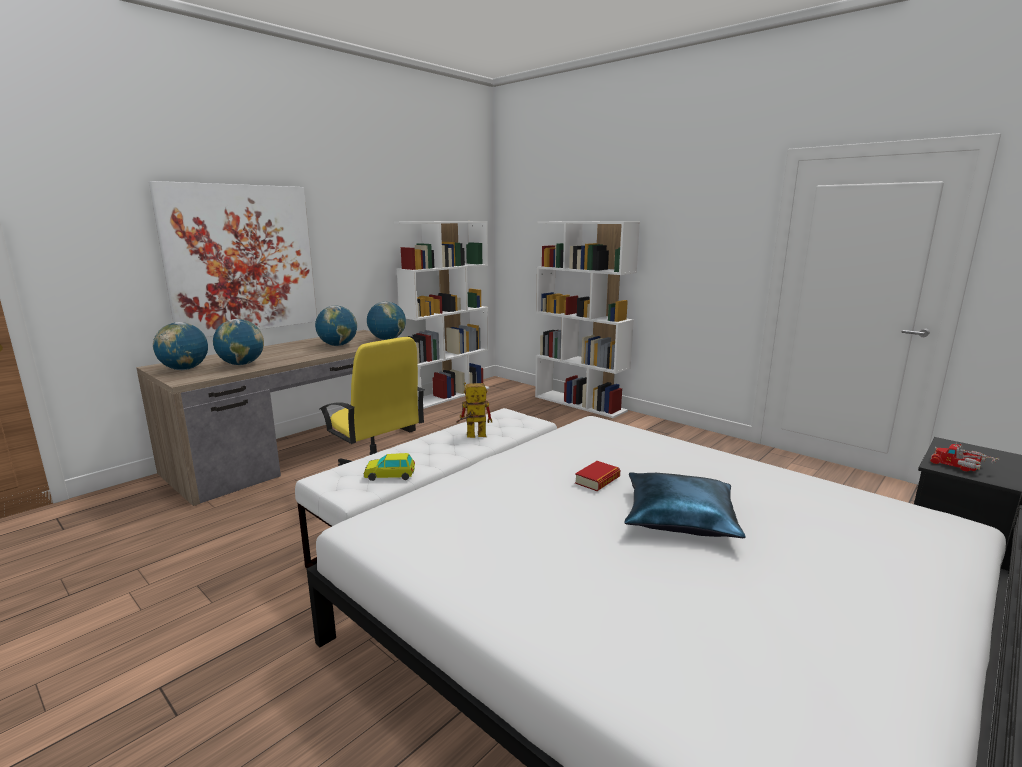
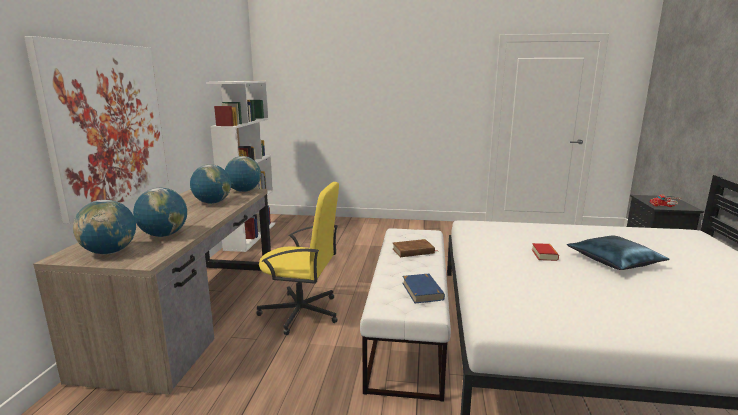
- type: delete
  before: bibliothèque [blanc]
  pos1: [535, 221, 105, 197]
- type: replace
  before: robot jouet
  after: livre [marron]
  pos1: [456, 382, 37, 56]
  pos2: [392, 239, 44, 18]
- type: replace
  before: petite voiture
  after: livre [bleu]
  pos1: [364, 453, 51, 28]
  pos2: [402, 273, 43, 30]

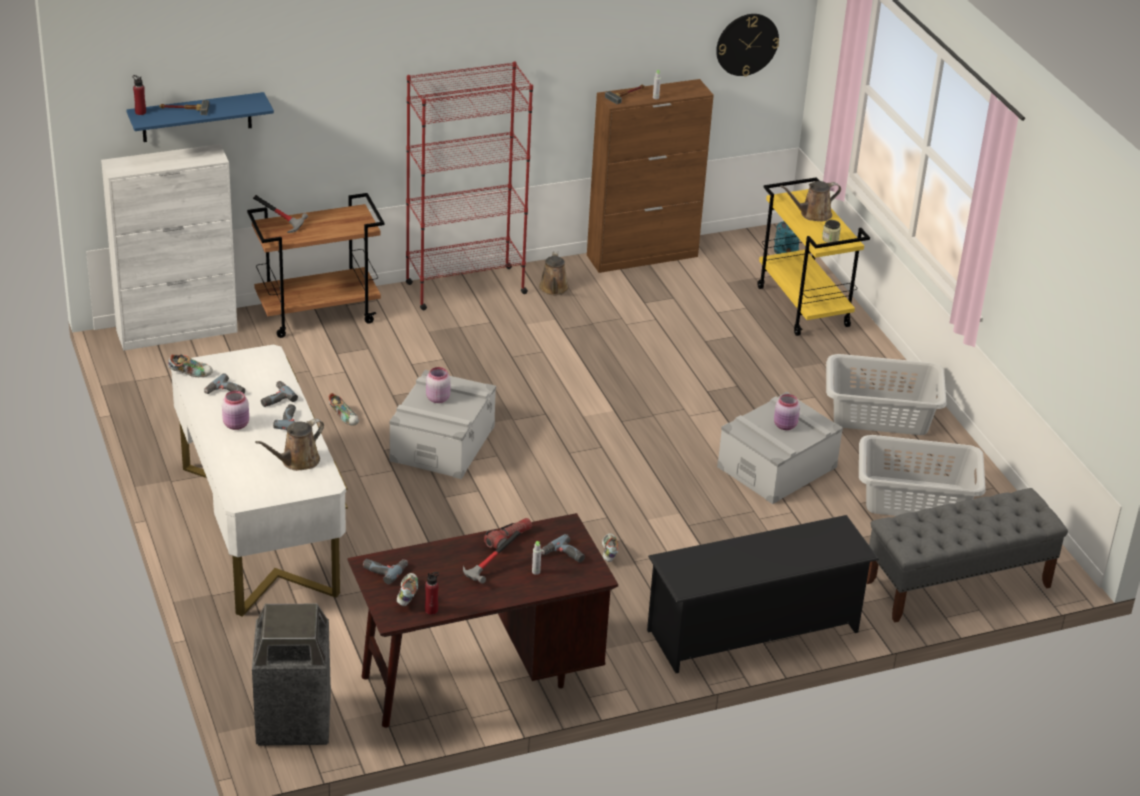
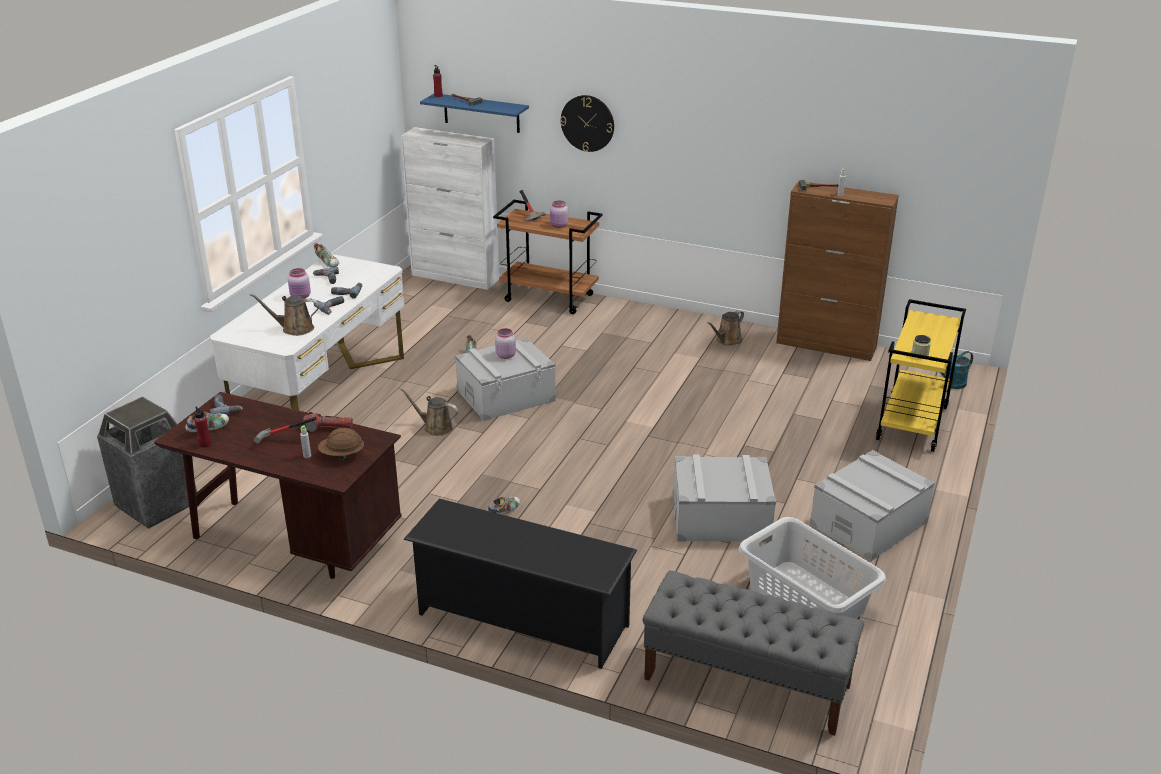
- type: move
  before: horloge murale
  pos1: [716, 14, 63, 62]
  pos2: [560, 95, 54, 57]
- type: delete
  before: bibliothèque [rouge]
  pos1: [406, 61, 127, 249]
- type: move
  before: arrosoir [marron]
  pos1: [780, 181, 61, 41]
  pos2: [400, 388, 59, 48]
- type: replace
  before: panier à linge [gris]
  after: boîte de rangement [gris]
  pos1: [826, 354, 120, 81]
  pos2: [810, 450, 125, 111]
- type: move
  before: bocal [rose]
  pos1: [774, 394, 26, 36]
  pos2: [550, 200, 18, 28]
- type: replace
  before: perceuse
  after: casque de chantier [marron]
  pos1: [541, 534, 44, 28]
  pos2: [318, 428, 46, 33]

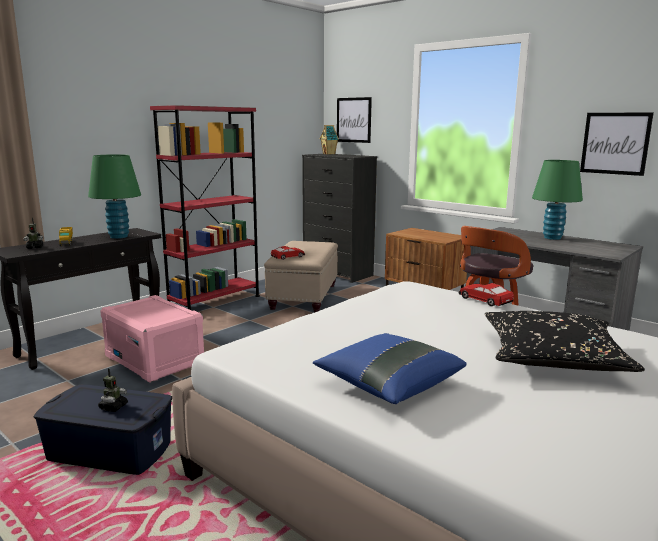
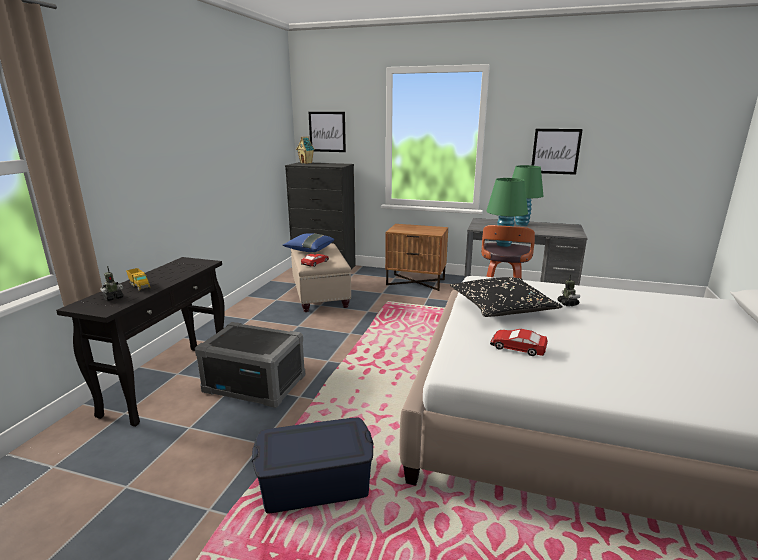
- type: delete
  before: bibliothèque [rouge]
  pos1: [150, 105, 110, 205]
- type: move
  before: lampe de table [vert]
  pos1: [88, 154, 53, 85]
  pos2: [486, 178, 42, 69]
- type: move
  before: petite voiture
  pos1: [458, 283, 56, 23]
  pos2: [490, 329, 58, 27]
- type: recolor
  before: boîte de rangement [rose]
  after: boîte de rangement [gris]
  pos1: [100, 295, 104, 88]
  pos2: [195, 322, 110, 86]
- type: move
  before: coussin [noir]
  pos1: [485, 311, 160, 61]
  pos2: [450, 277, 113, 40]
- type: move
  before: coussin [bleu]
  pos1: [313, 333, 154, 71]
  pos2: [282, 233, 52, 19]
- type: move
  before: robot jouet
  pos1: [98, 368, 30, 44]
  pos2: [557, 274, 23, 32]

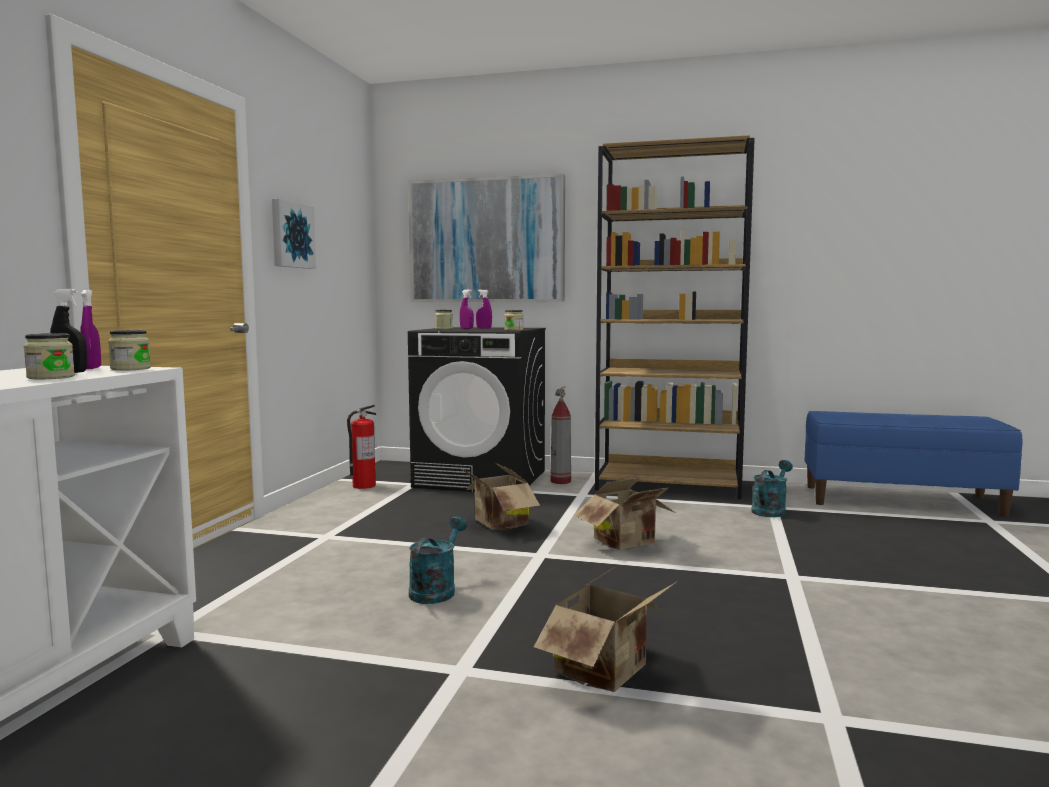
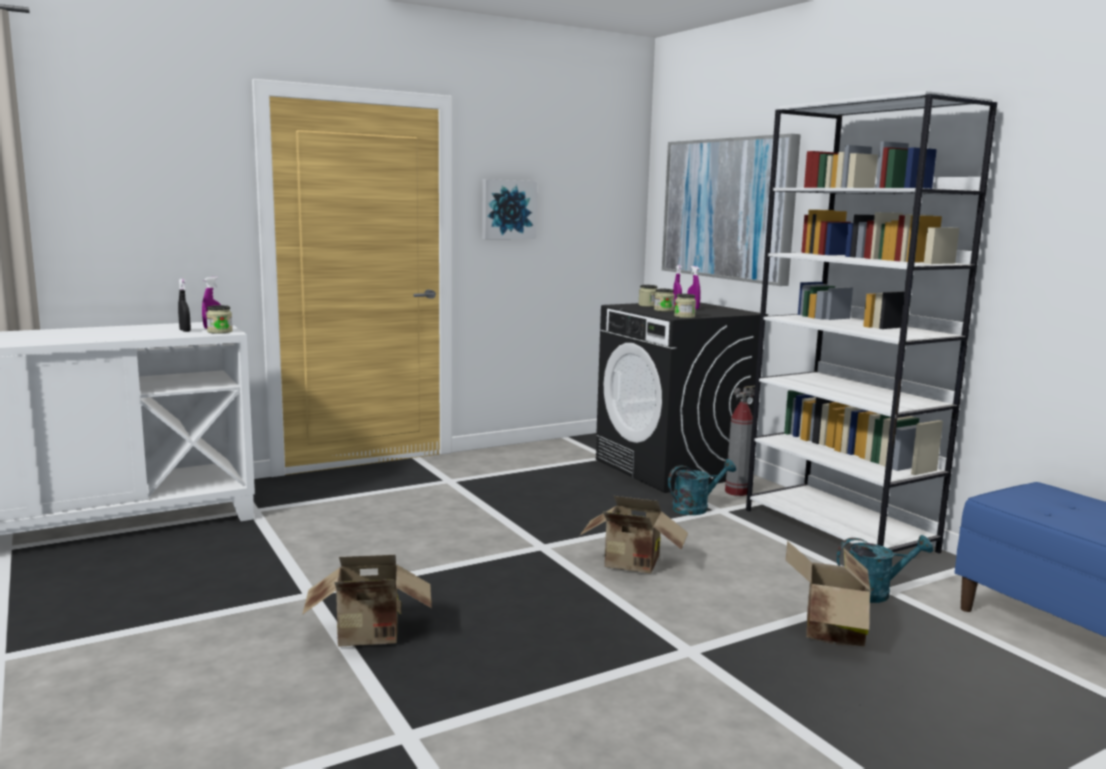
- type: recolor
  before: bibliothèque [marron]
  after: bibliothèque [blanc]
  pos1: [595, 135, 160, 364]
  pos2: [746, 91, 251, 462]
- type: move
  before: bocal
  pos1: [24, 333, 51, 46]
  pos2: [654, 289, 21, 23]
- type: delete
  before: extincteur
  pos1: [347, 405, 29, 84]
- type: move
  before: carton
  pos1: [458, 462, 82, 68]
  pos2: [786, 541, 85, 105]
- type: move
  before: arrosoir [turquoise]
  pos1: [409, 516, 58, 88]
  pos2: [668, 459, 68, 56]

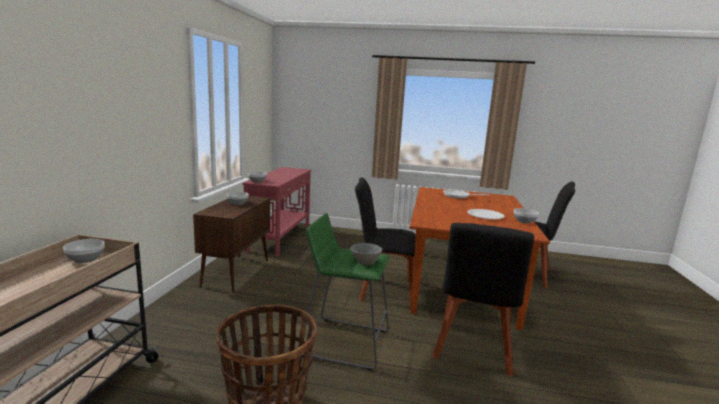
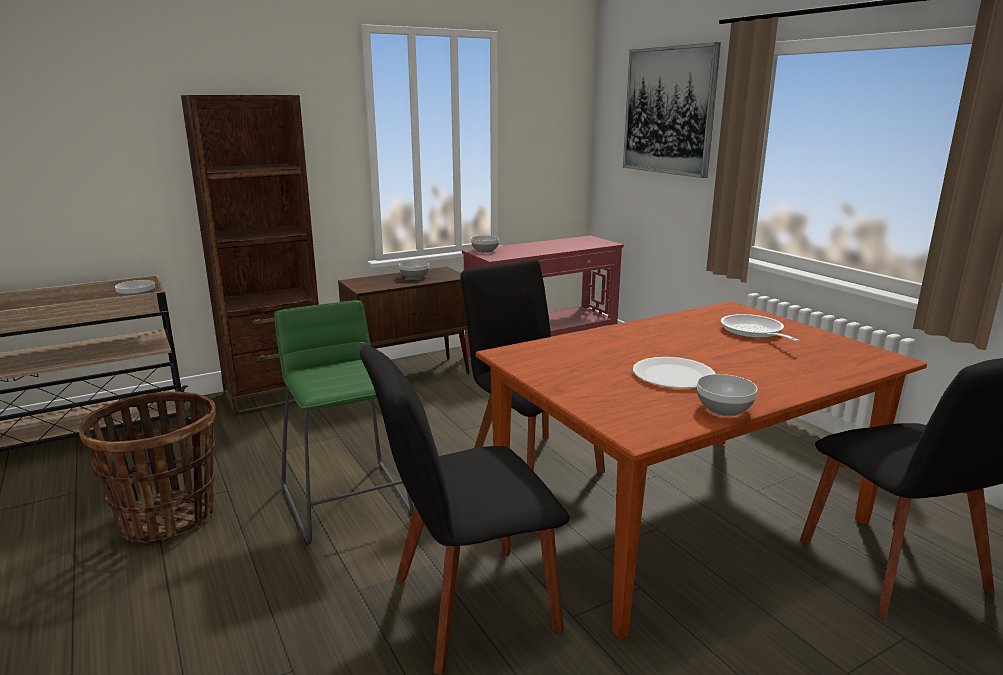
- type: delete
  before: bol [gris]
  pos1: [350, 243, 32, 22]
- type: insert
  after: tableau
  pos2: [623, 42, 98, 136]
- type: insert
  after: bibliothèque [marron]
  pos2: [181, 95, 138, 321]

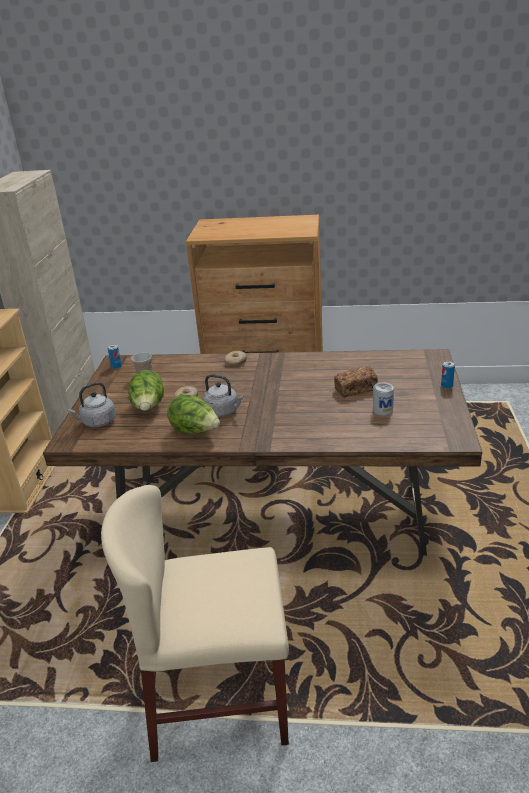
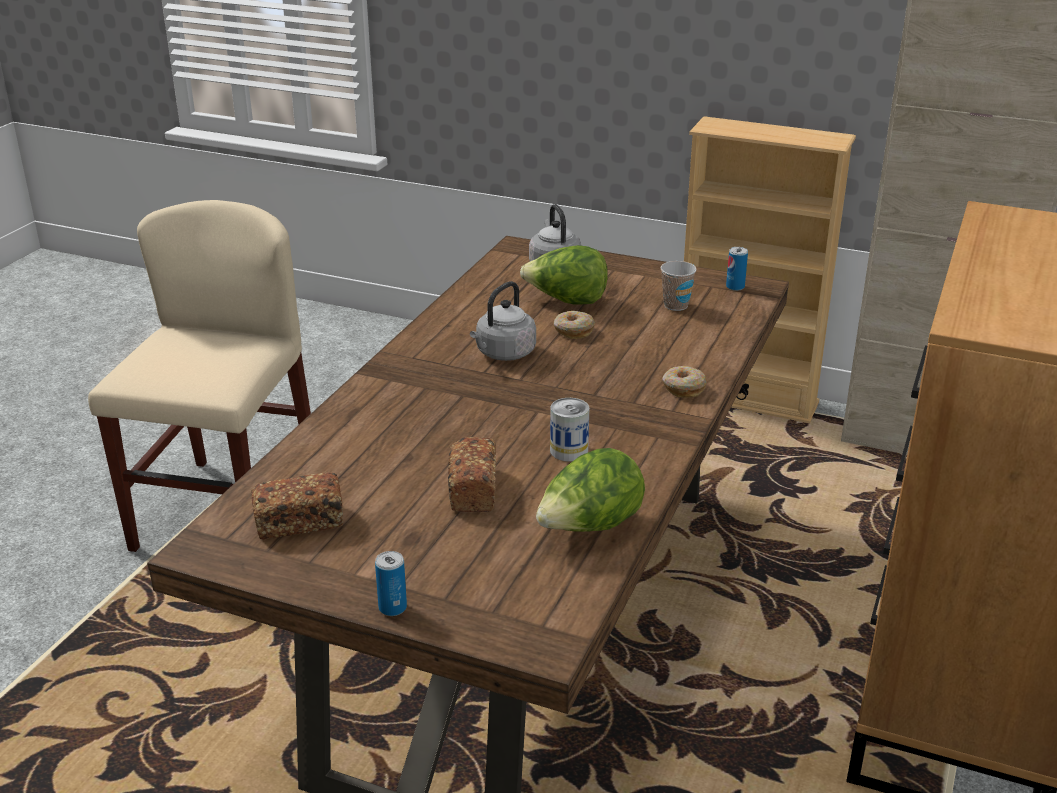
- type: move
  before: boîte métallique
  pos1: [373, 383, 21, 33]
  pos2: [550, 398, 39, 64]
- type: move
  before: laitue
  pos1: [167, 394, 53, 40]
  pos2: [536, 448, 109, 84]
- type: insert
  after: pain
  pos2: [251, 472, 92, 68]

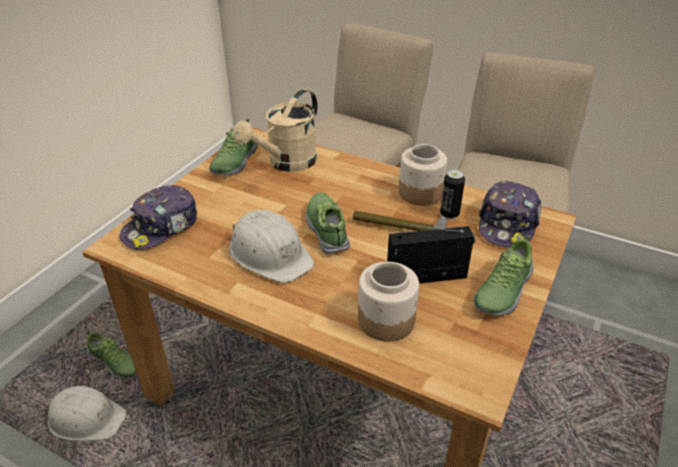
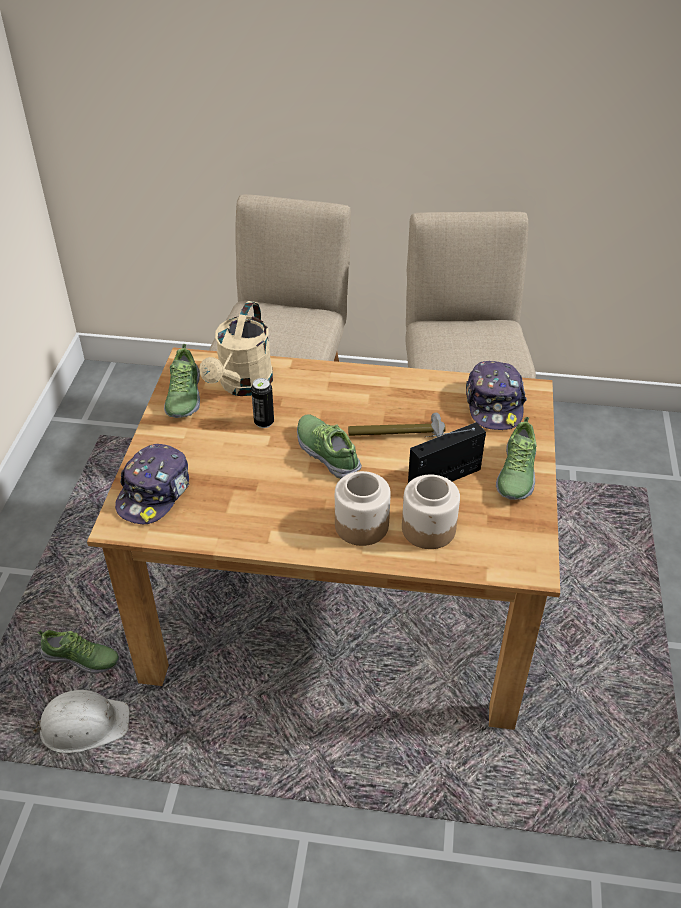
- type: move
  before: bocal
  pos1: [399, 144, 48, 62]
  pos2: [335, 471, 56, 75]
- type: move
  before: boîte métallique
  pos1: [440, 169, 25, 50]
  pos2: [251, 378, 23, 50]
- type: delete
  before: casque de chantier [blanc]
  pos1: [229, 210, 86, 73]

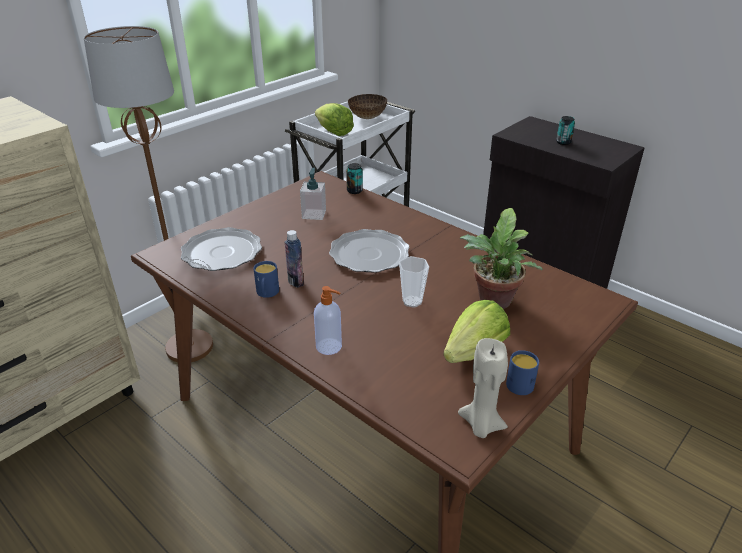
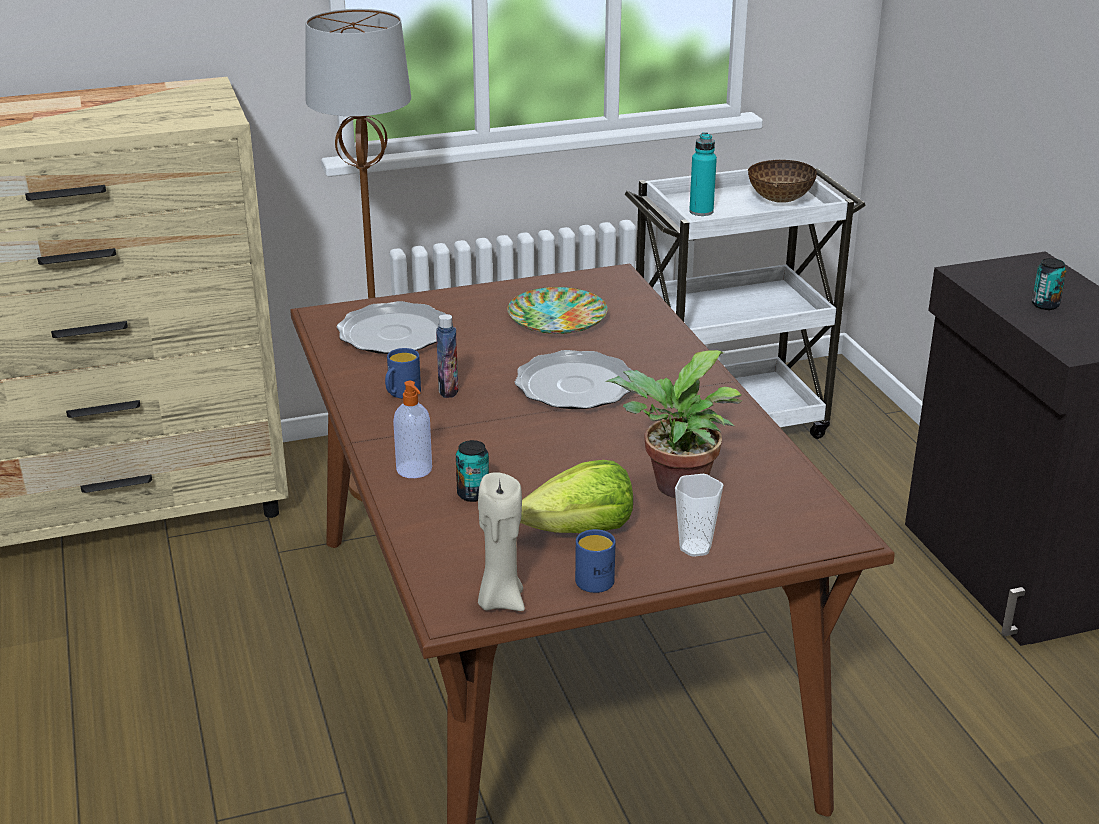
- type: replace
  before: laitue
  after: bouteille [turquoise]
  pos1: [315, 103, 39, 33]
  pos2: [689, 132, 28, 84]
- type: move
  before: boîte métallique
  pos1: [346, 163, 17, 31]
  pos2: [456, 440, 33, 62]
- type: replace
  before: distributeur de savon
  after: assiette
  pos1: [300, 168, 26, 52]
  pos2: [507, 287, 101, 47]
- type: move
  before: tasse
  pos1: [399, 256, 30, 52]
  pos2: [675, 474, 48, 83]

